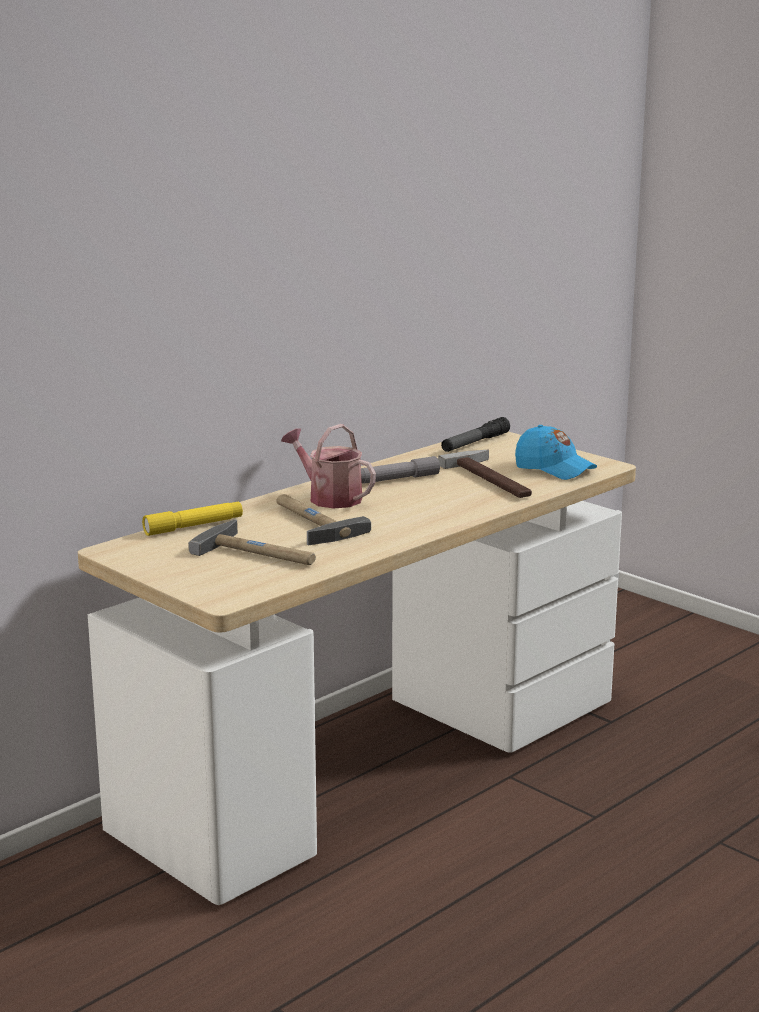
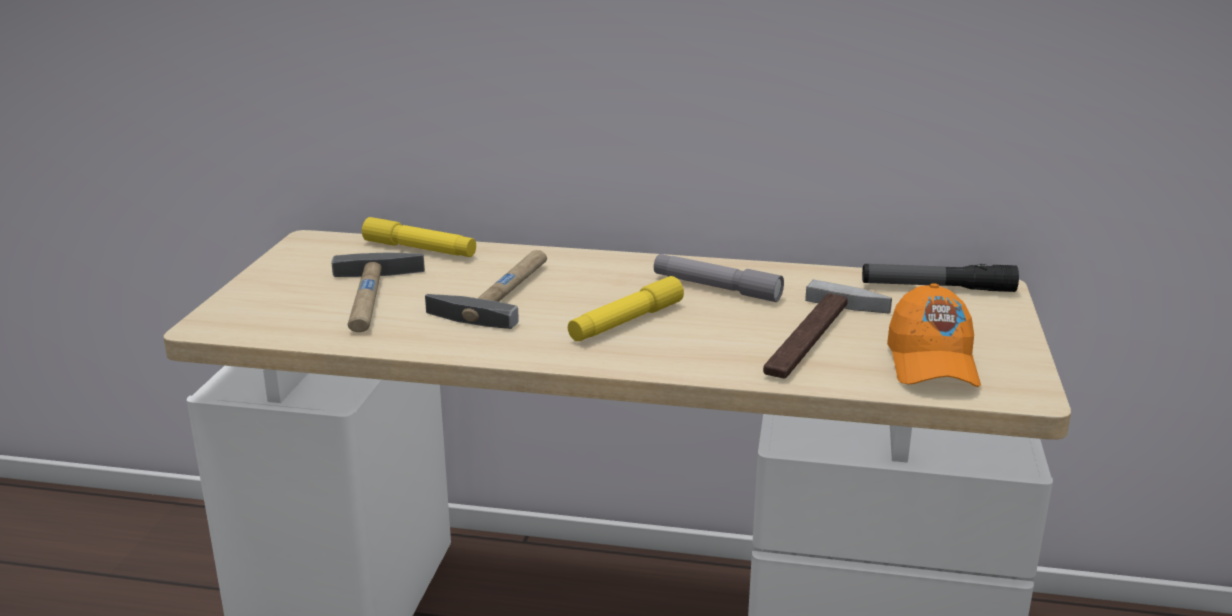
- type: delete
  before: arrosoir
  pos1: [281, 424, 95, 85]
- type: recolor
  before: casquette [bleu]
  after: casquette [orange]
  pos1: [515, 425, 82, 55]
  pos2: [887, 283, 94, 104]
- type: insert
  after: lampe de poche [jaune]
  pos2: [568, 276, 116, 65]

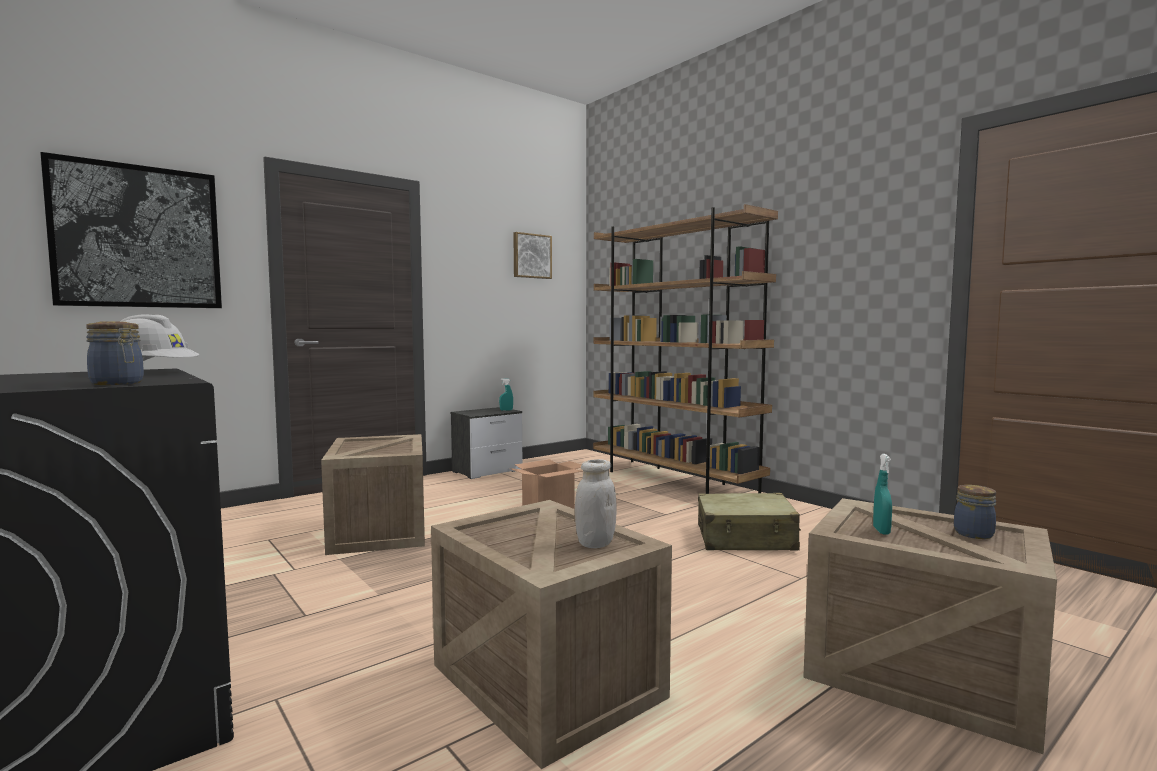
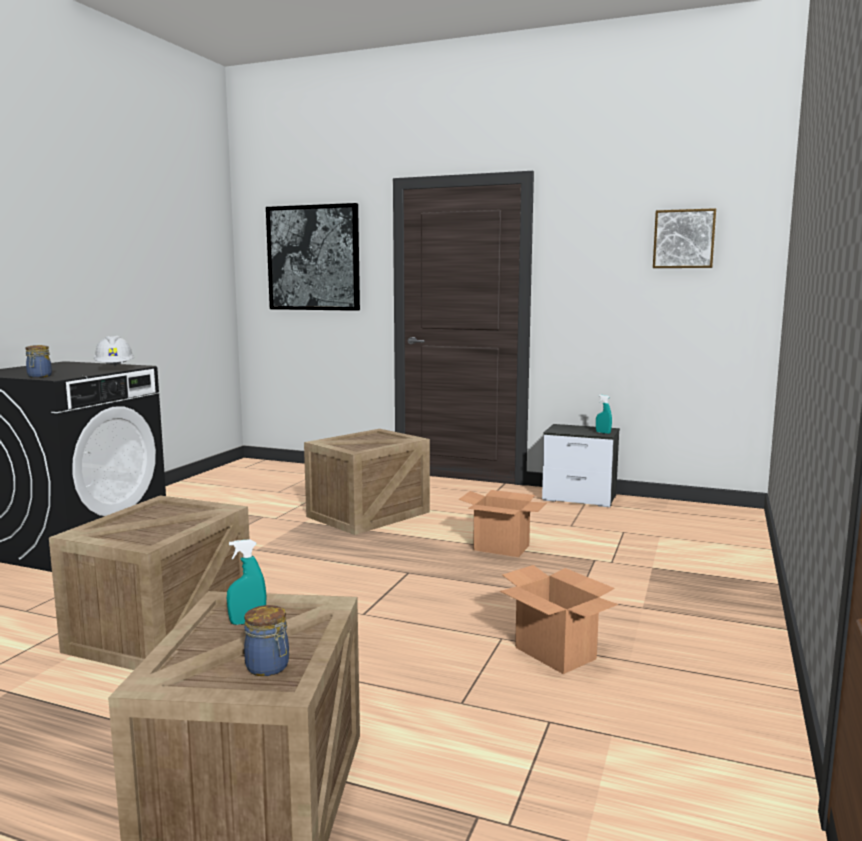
- type: delete
  before: bibliothèque [marron]
  pos1: [593, 204, 185, 290]
- type: delete
  before: bocal [blanc]
  pos1: [575, 459, 41, 89]
- type: replace
  before: valise [beige]
  after: carton
  pos1: [698, 493, 103, 57]
  pos2: [500, 565, 118, 109]

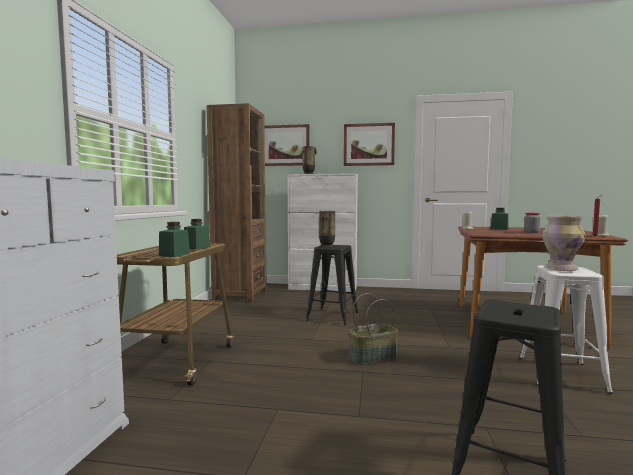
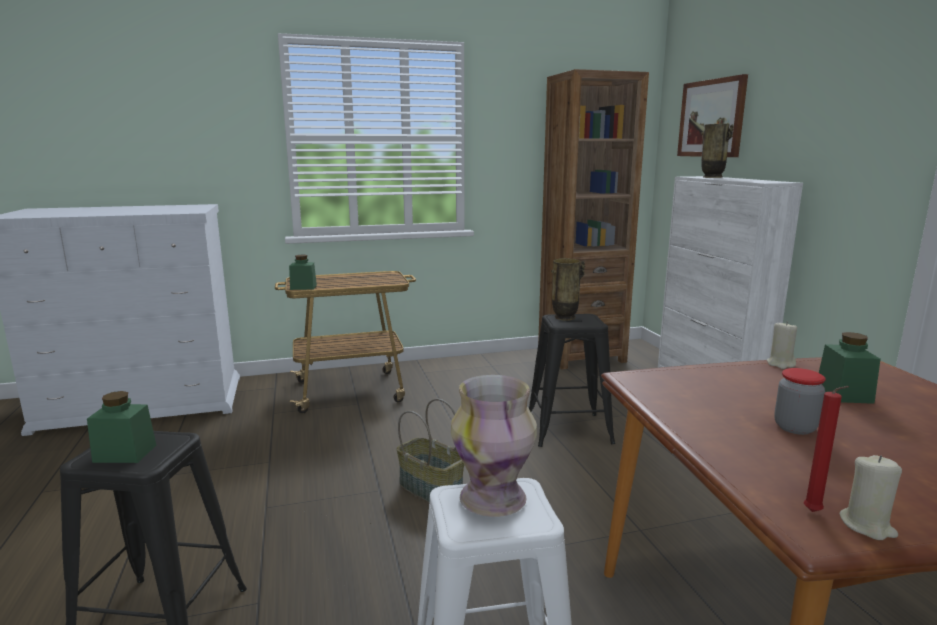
- type: delete
  before: tableau
  pos1: [344, 123, 51, 43]
- type: move
  before: bocal [vert]
  pos1: [184, 219, 26, 30]
  pos2: [87, 391, 69, 72]

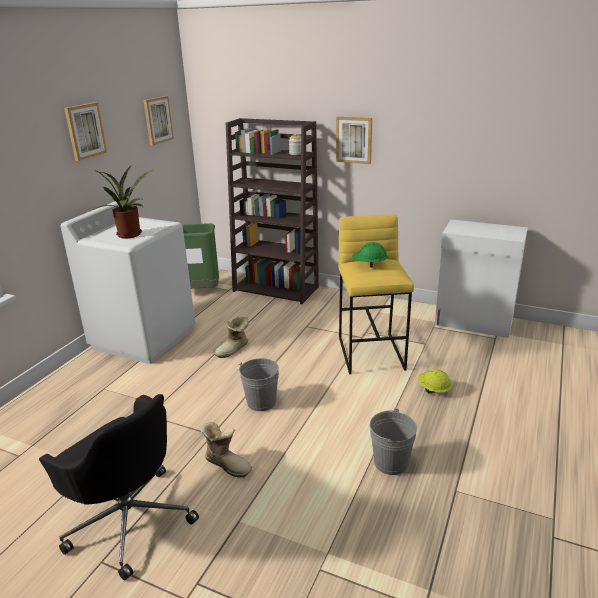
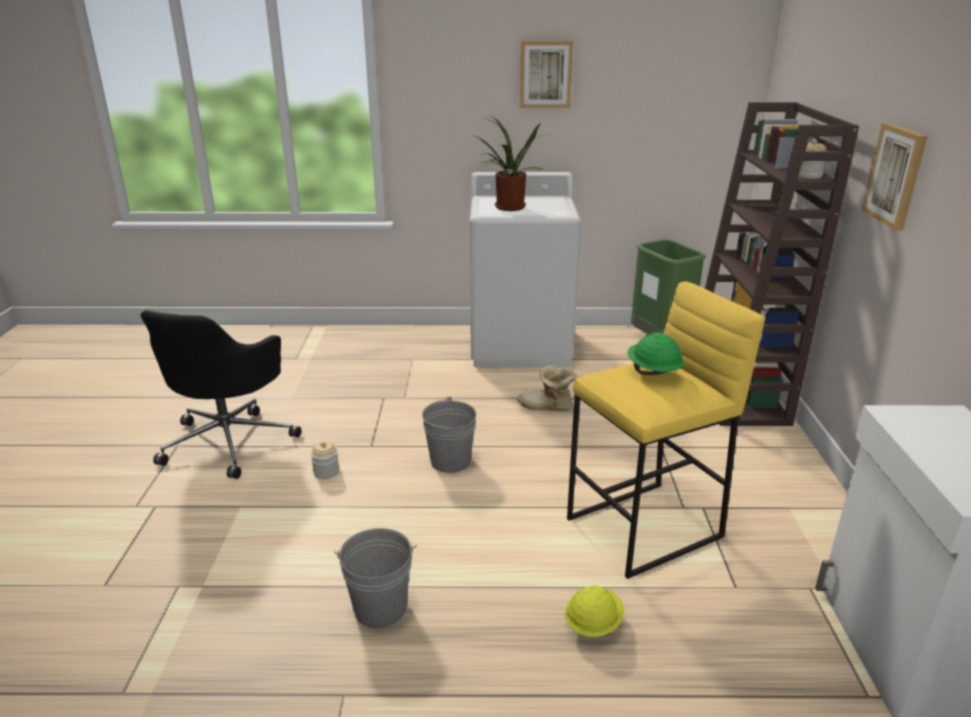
- type: delete
  before: tableau
  pos1: [143, 96, 31, 50]
- type: replace
  before: botte
  after: bocal
  pos1: [200, 422, 52, 56]
  pos2: [311, 442, 28, 37]

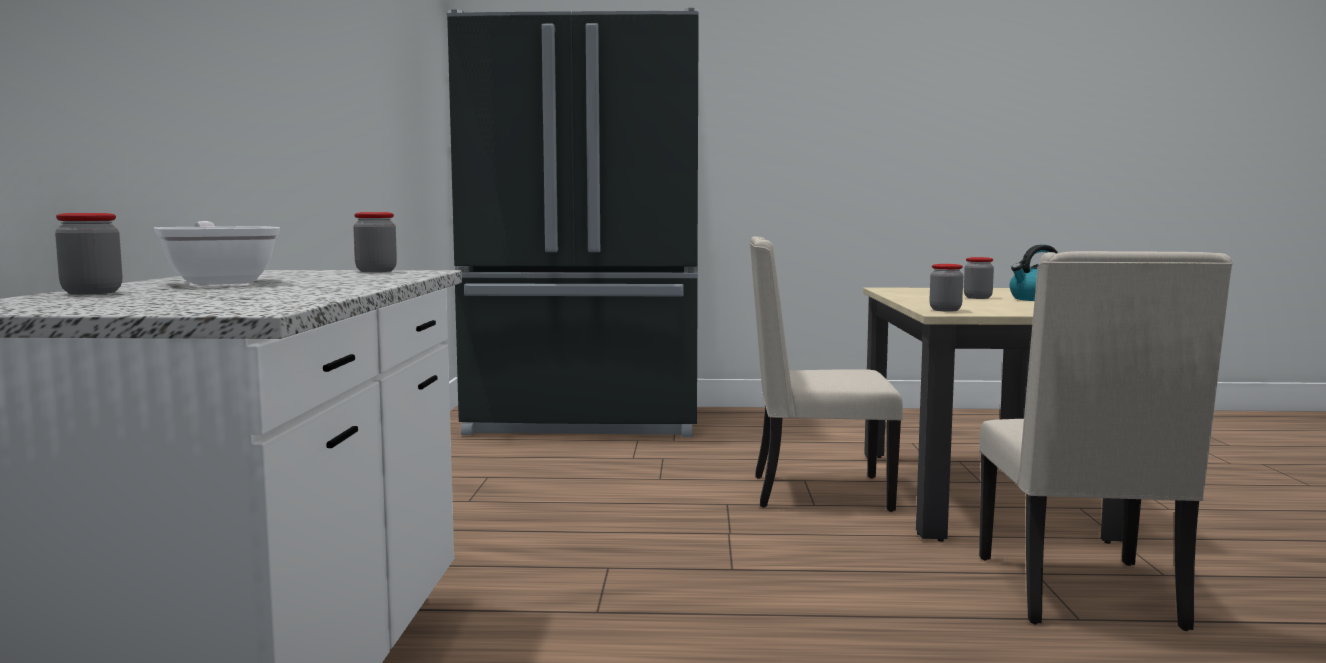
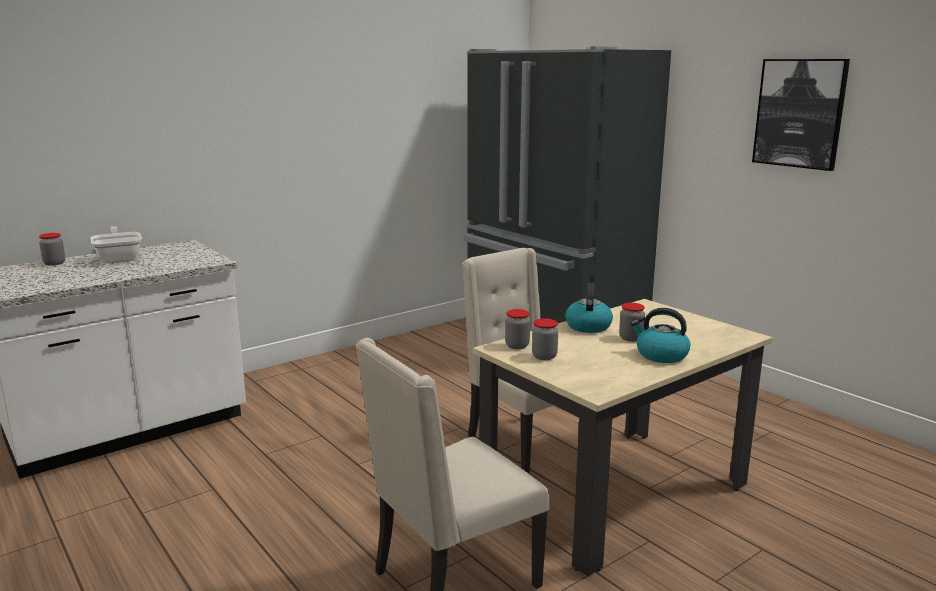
- type: move
  before: bocal
  pos1: [353, 212, 44, 60]
  pos2: [532, 318, 26, 42]
- type: rotate
  before: poêle
  pos1: [154, 221, 126, 64]
  pos2: [91, 226, 51, 37]
  turn: -45
- type: insert
  after: tableau
  pos2: [752, 59, 98, 112]
- type: insert
  after: bouilloire
  pos2: [565, 283, 48, 50]

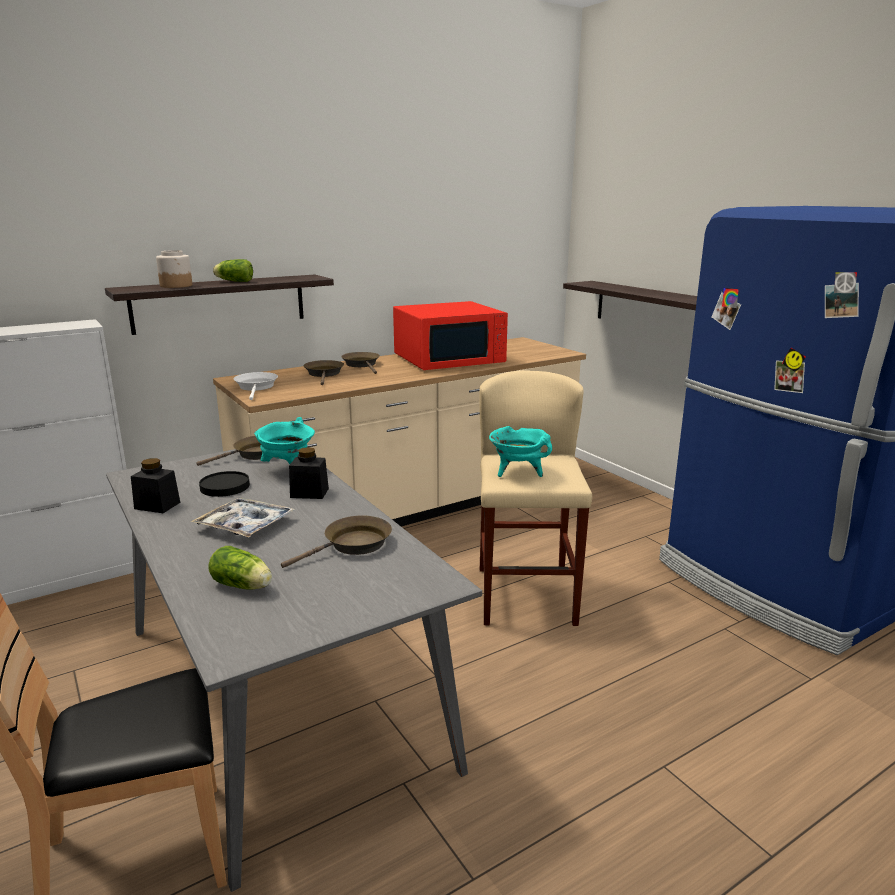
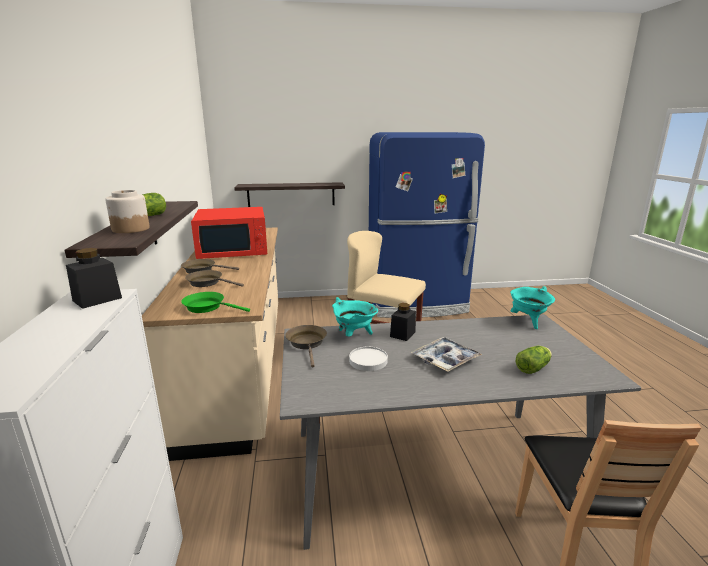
- type: rotate
  before: micro-ondes [rouge]
  pos1: [393, 301, 115, 69]
  pos2: [191, 207, 76, 52]
  turn: 75
- type: recolor
  before: poêle [blanc]
  after: poêle [vert]
  pos1: [234, 372, 44, 28]
  pos2: [181, 292, 69, 21]
- type: move
  before: marmite [turquoise]
  pos1: [489, 426, 63, 51]
  pos2: [510, 286, 45, 43]
- type: move
  before: bocal [noir]
  pos1: [131, 458, 49, 55]
  pos2: [66, 248, 56, 61]
- type: recolor
  before: assiette [noir]
  after: assiette [blanc]
  pos1: [199, 471, 51, 26]
  pos2: [349, 347, 39, 24]
- type: delete
  before: poêle [marron]
  pos1: [281, 515, 111, 53]

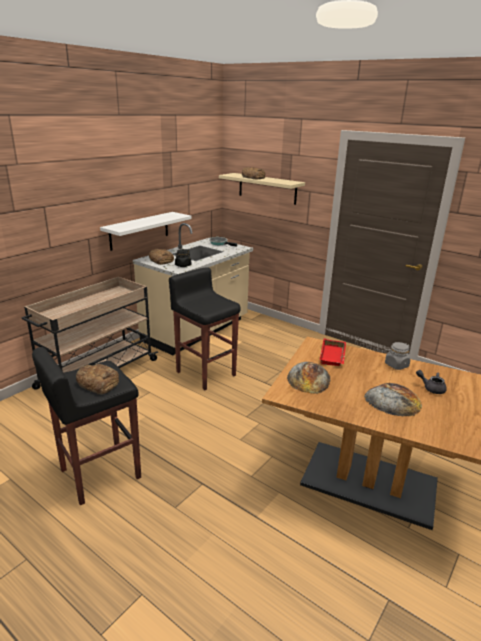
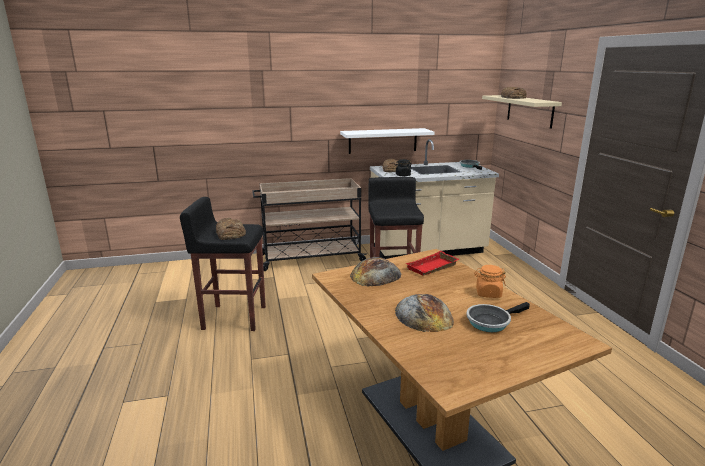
- type: recolor
  before: bocal [gris]
  after: bocal [orange]
  pos1: [385, 342, 25, 28]
  pos2: [474, 265, 32, 33]
- type: replace
  before: théière [gris]
  after: poêle
  pos1: [416, 370, 31, 24]
  pos2: [466, 302, 64, 30]

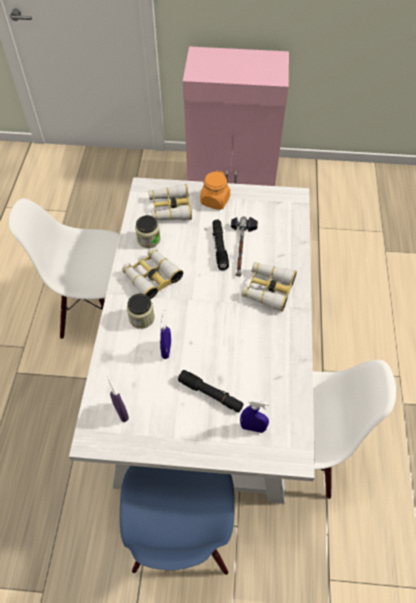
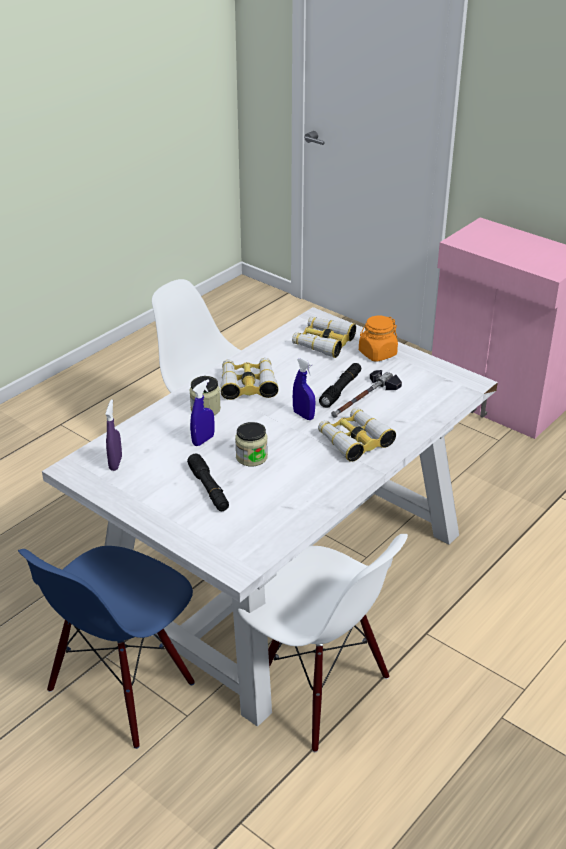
- type: move
  before: bocal
  pos1: [135, 215, 25, 33]
  pos2: [235, 422, 33, 44]
- type: move
  before: vaporisateur [bleu]
  pos1: [240, 399, 29, 34]
  pos2: [293, 358, 22, 62]

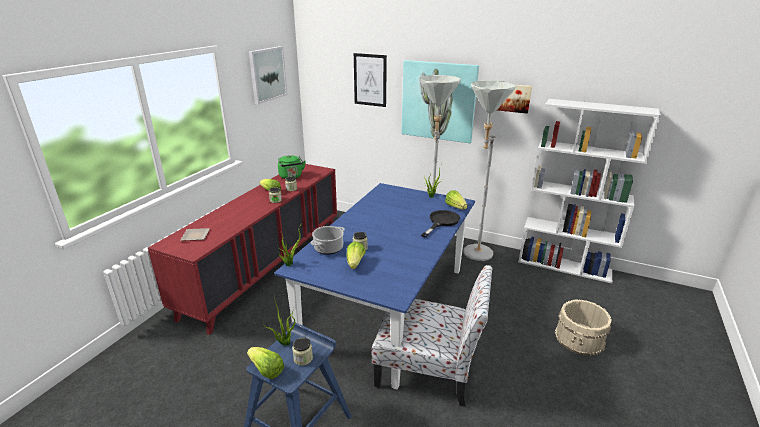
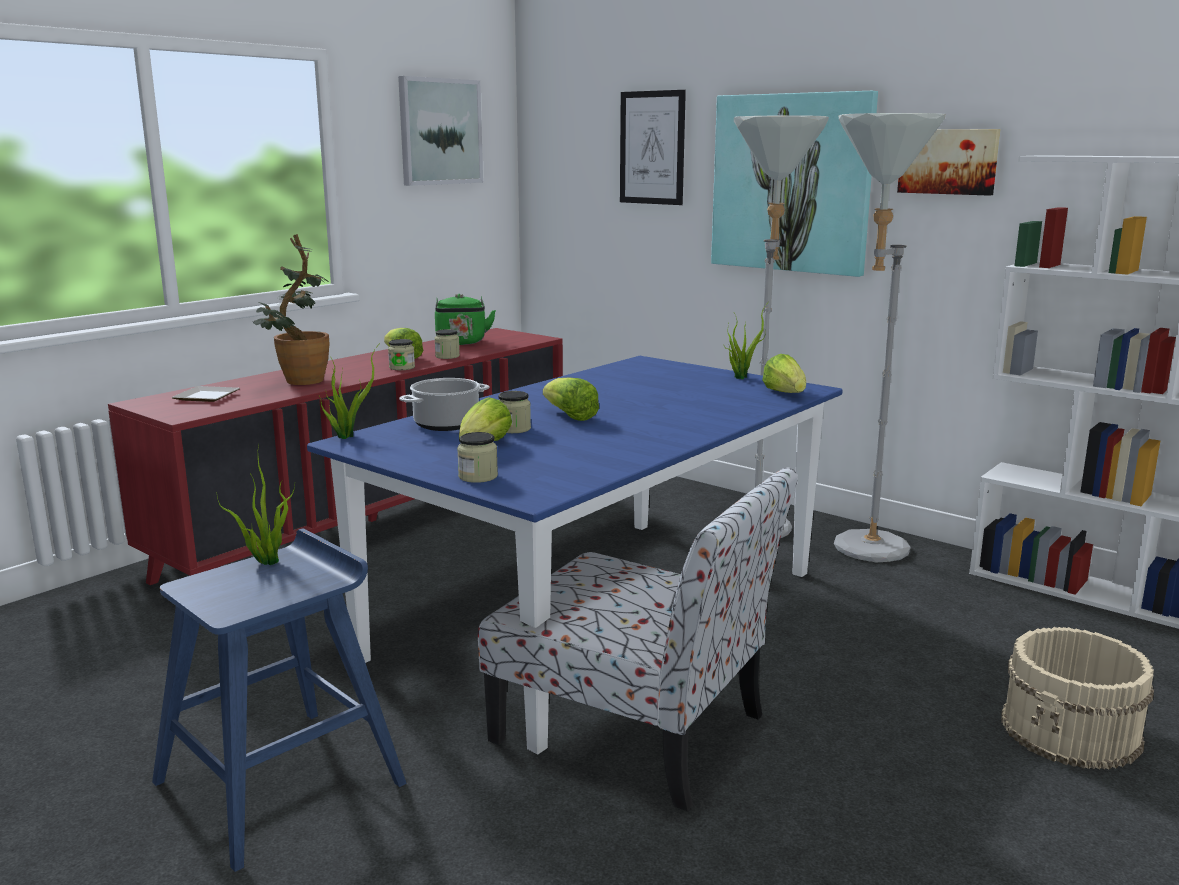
- type: delete
  before: poêle [noir]
  pos1: [421, 210, 39, 28]
- type: move
  before: bocal
  pos1: [292, 337, 21, 28]
  pos2: [457, 432, 41, 51]
- type: move
  before: laitue
  pos1: [247, 347, 37, 32]
  pos2: [543, 377, 56, 44]
- type: insert
  after: plante en pot
  pos2: [252, 234, 78, 151]

